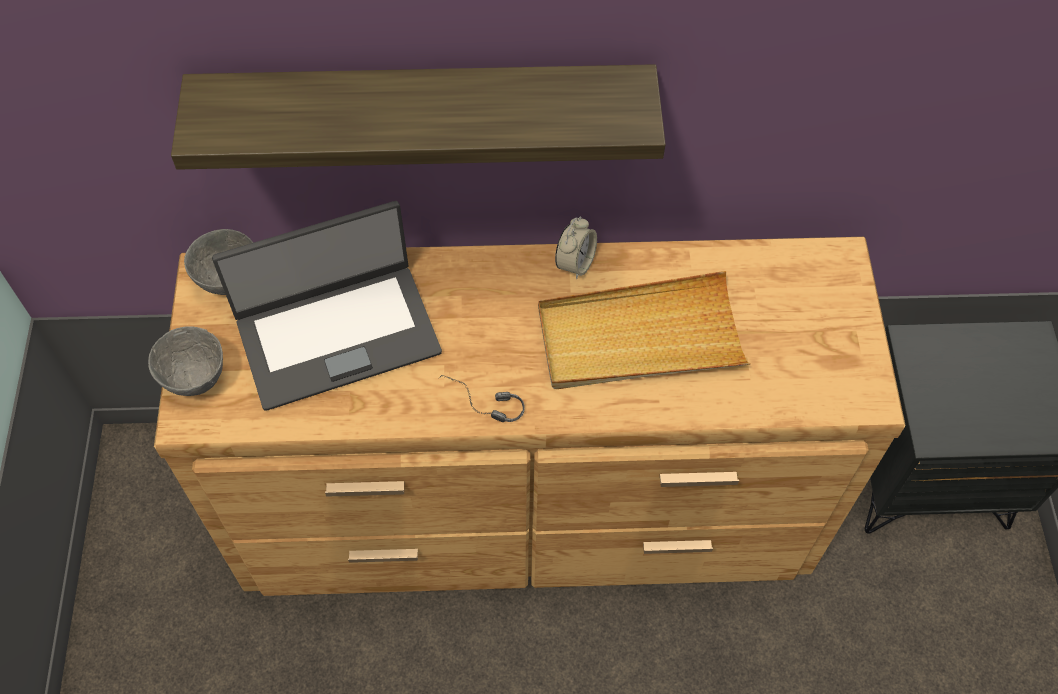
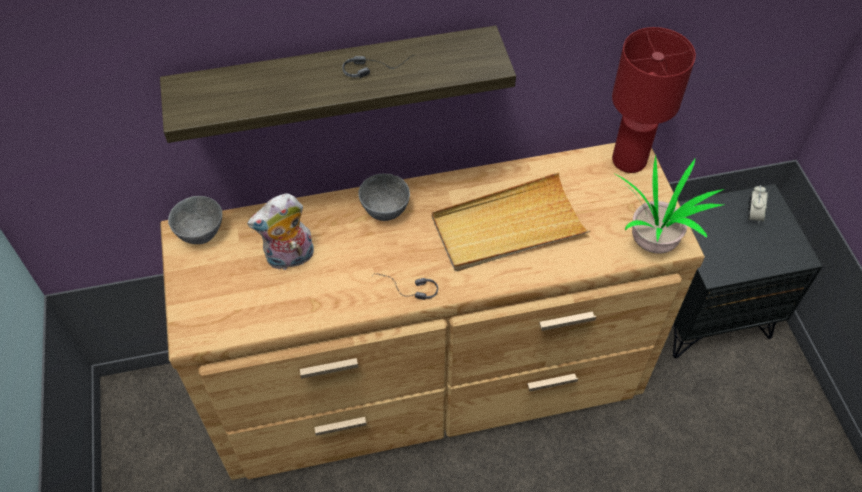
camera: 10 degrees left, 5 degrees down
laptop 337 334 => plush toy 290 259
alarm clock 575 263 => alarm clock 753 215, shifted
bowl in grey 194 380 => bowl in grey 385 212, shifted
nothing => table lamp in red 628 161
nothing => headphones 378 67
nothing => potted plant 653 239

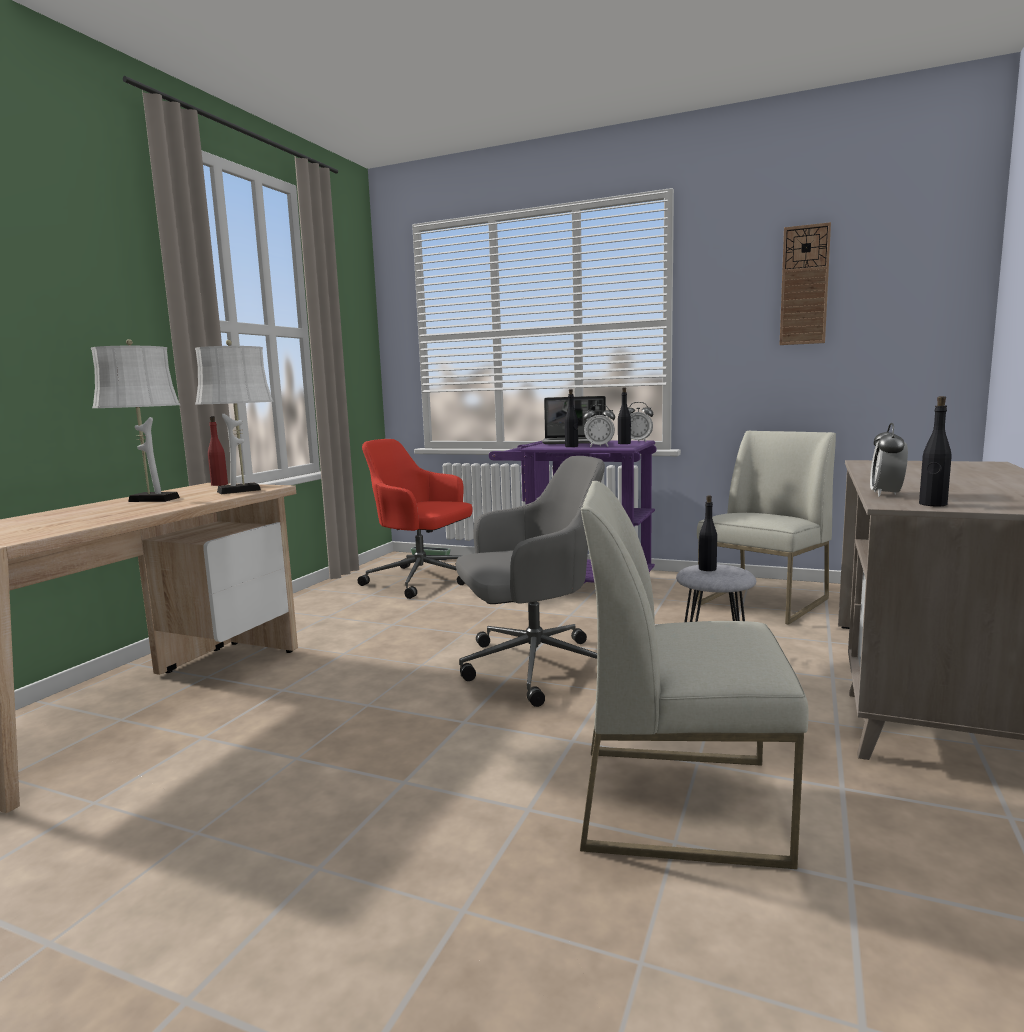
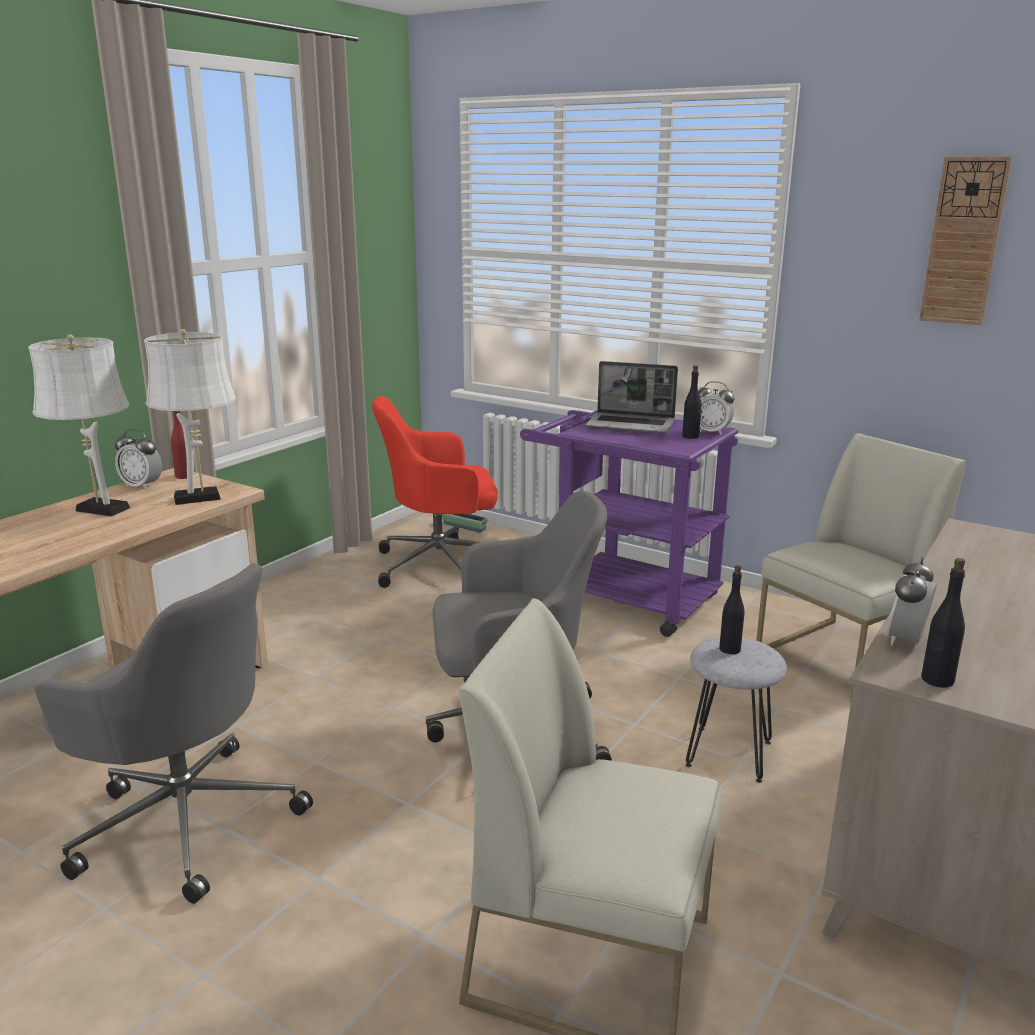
camera: 10 degrees right, 10 degrees up
bottle in black 571 446 => nothing
alarm clock 599 446 => alarm clock 142 486, shifted
office chair in red 422 580 => office chair in red 440 565, 45 degrees counterclockwise
nothing => office chair in grey 185 819

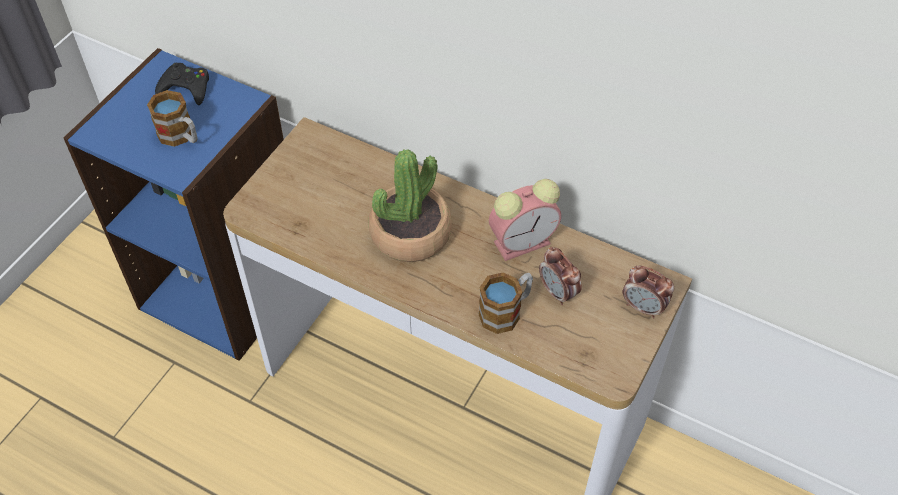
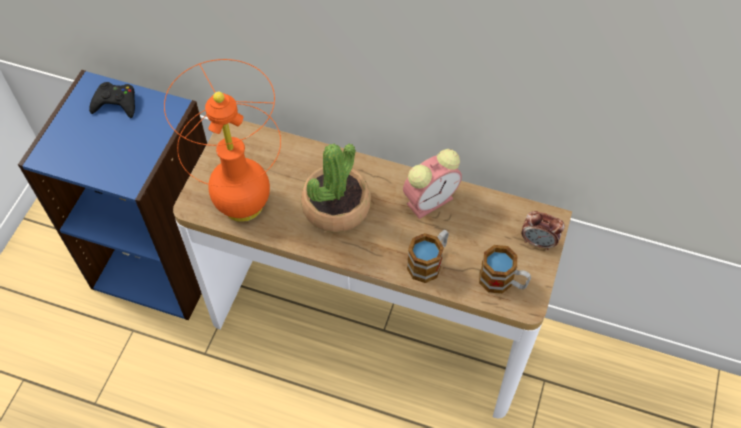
camera: 10 degrees left, 5 degrees up
mug 181 136 => mug 502 282, shifted
alarm clock 558 292 => nothing
nothing => table lamp in orange 242 204

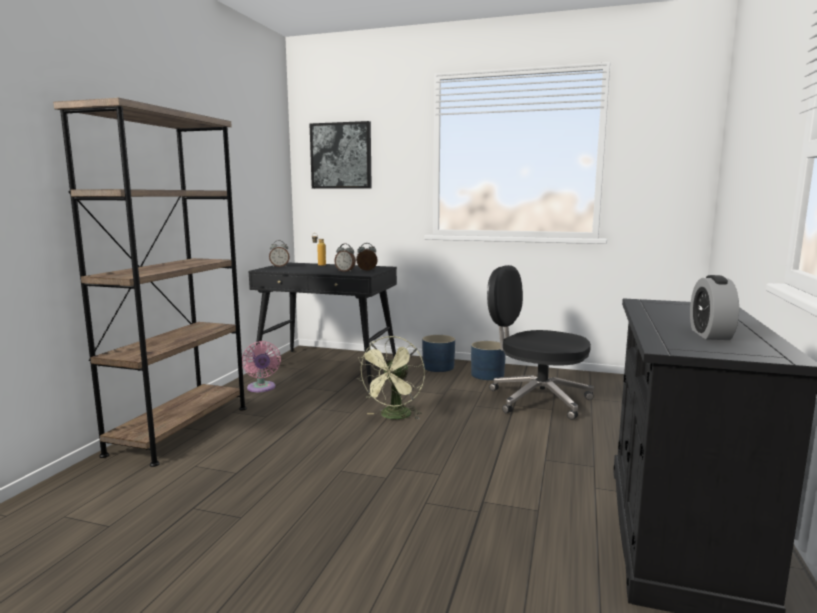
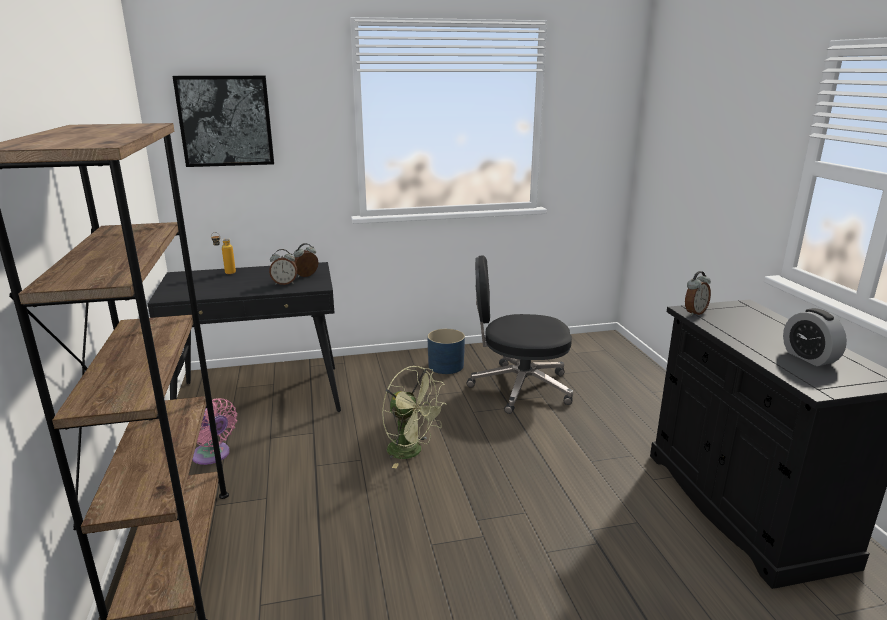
camera: 30 degrees left, 10 degrees up
alarm clock 279 266 => alarm clock 694 313, shifted
planter in blue 438 367 => nothing
fan in green 394 417 => fan in green 411 452, 45 degrees counterclockwise

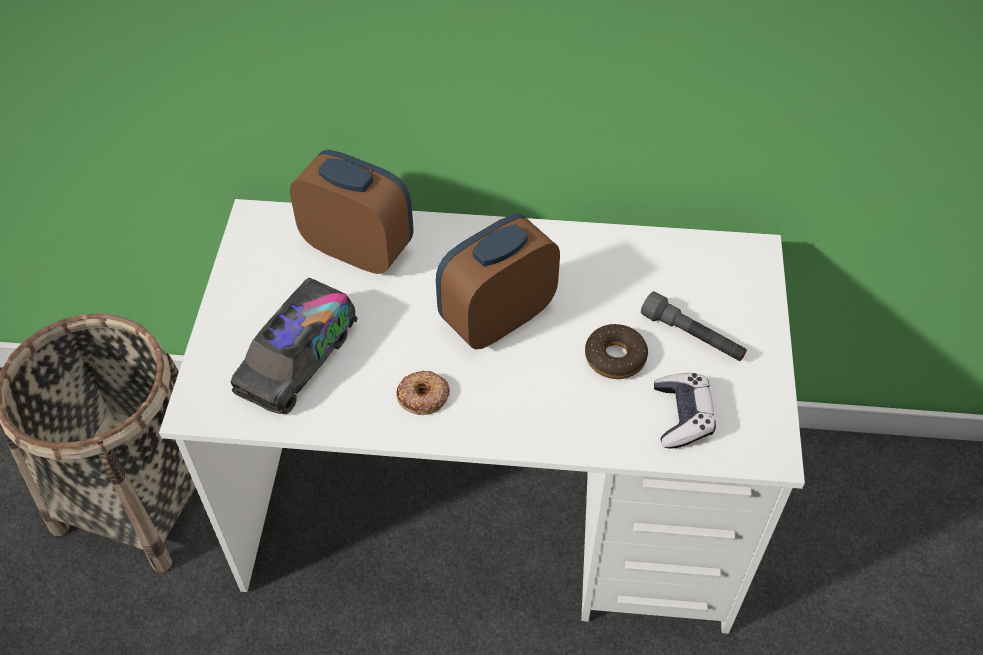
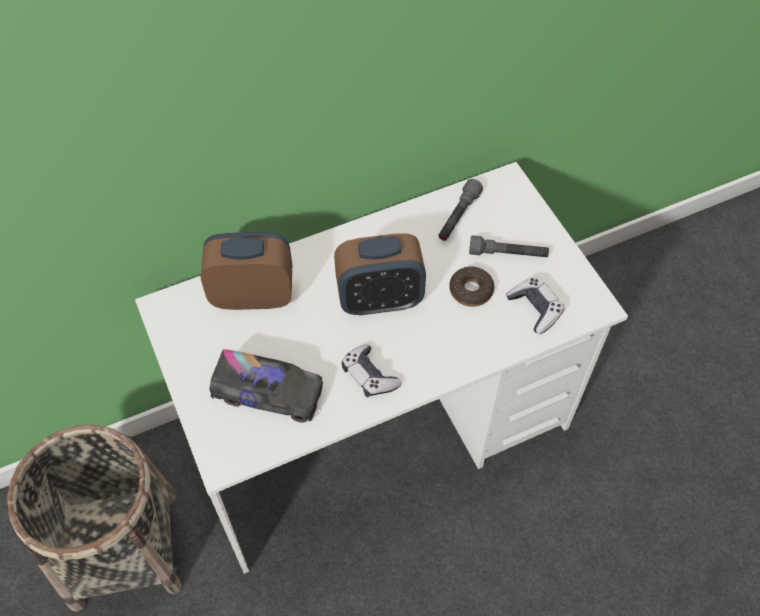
camera: 30 degrees left, 5 degrees up
alarm clock 497 318 => alarm clock 380 300, 120 degrees counterclockwise
toy truck 298 361 => toy truck 268 394, 75 degrees counterclockwise
donut 423 396 => game controller 369 376
nothing => flashlight in grey 458 216

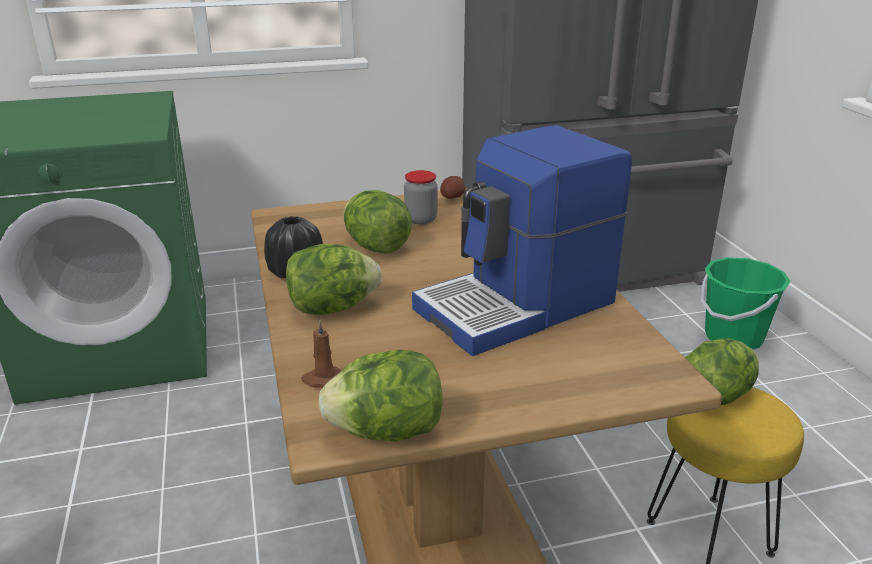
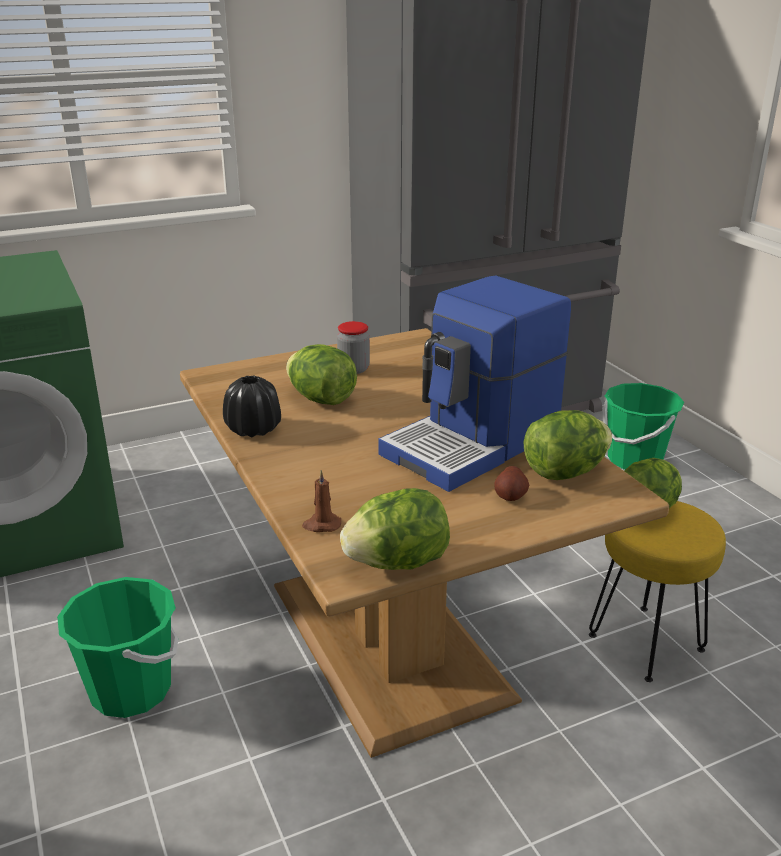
camera: 10 degrees left, 0 degrees up
potato 453 197 => potato 510 496, shifted
lettuce 332 308 => lettuce 564 472, shifted
nothing => bucket in green 131 690

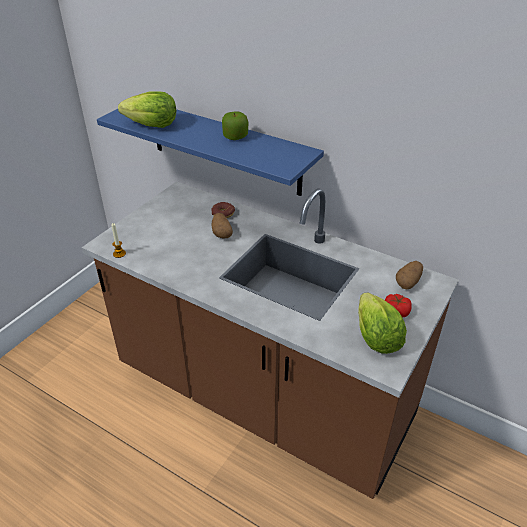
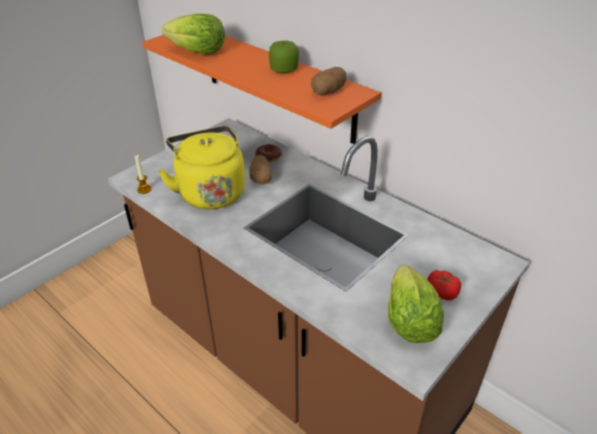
camera: 10 degrees right, 0 degrees up
shelf in blue 224 147 => shelf in orange 277 82
potato 408 282 => potato 328 92, shifted
nothing => kettle in yellow 210 192

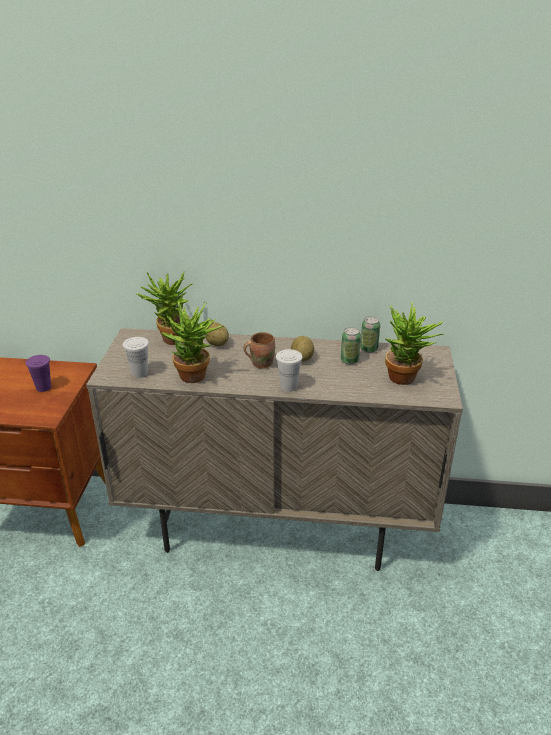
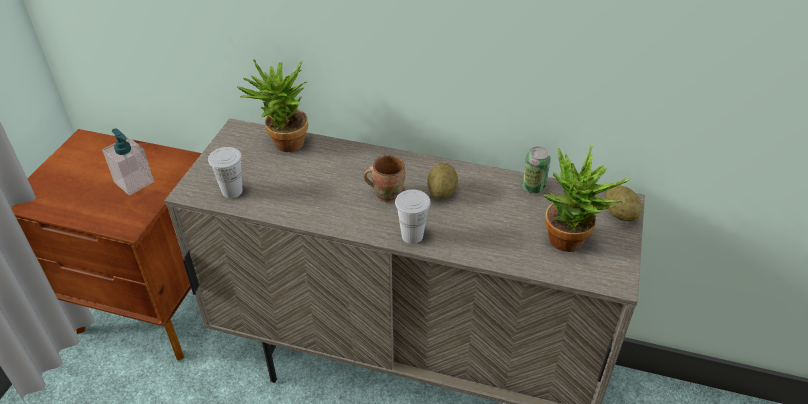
camera: 10 degrees right, 10 degrees up
potted plant 195 379 => nothing
potato 217 343 => potato 620 214, shifted
can 349 360 => nothing
cup in purple 43 387 => soap dispenser 134 182

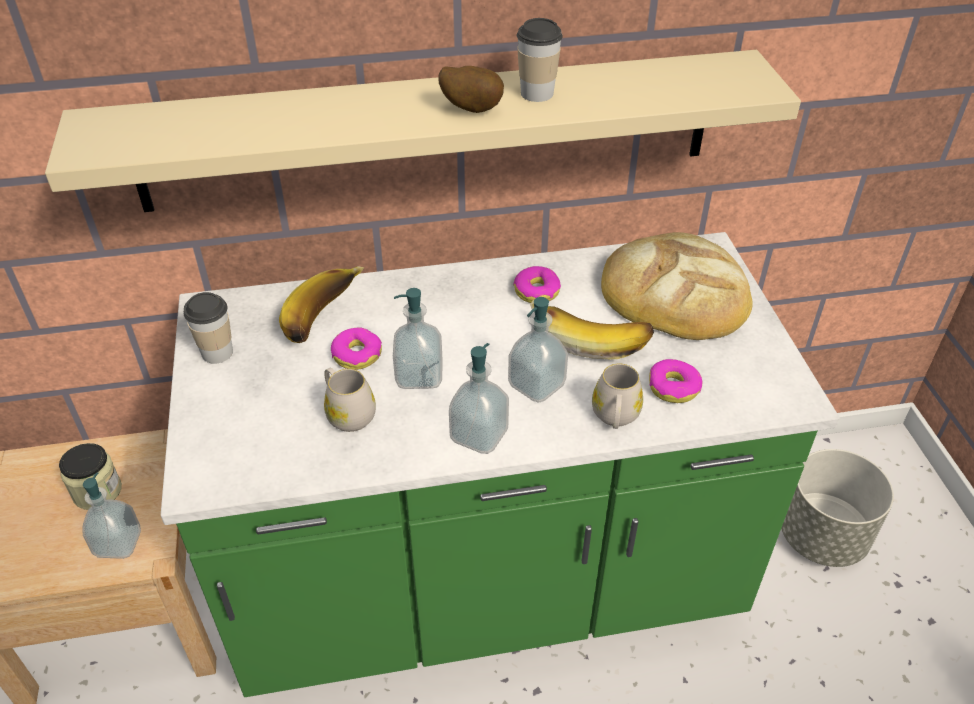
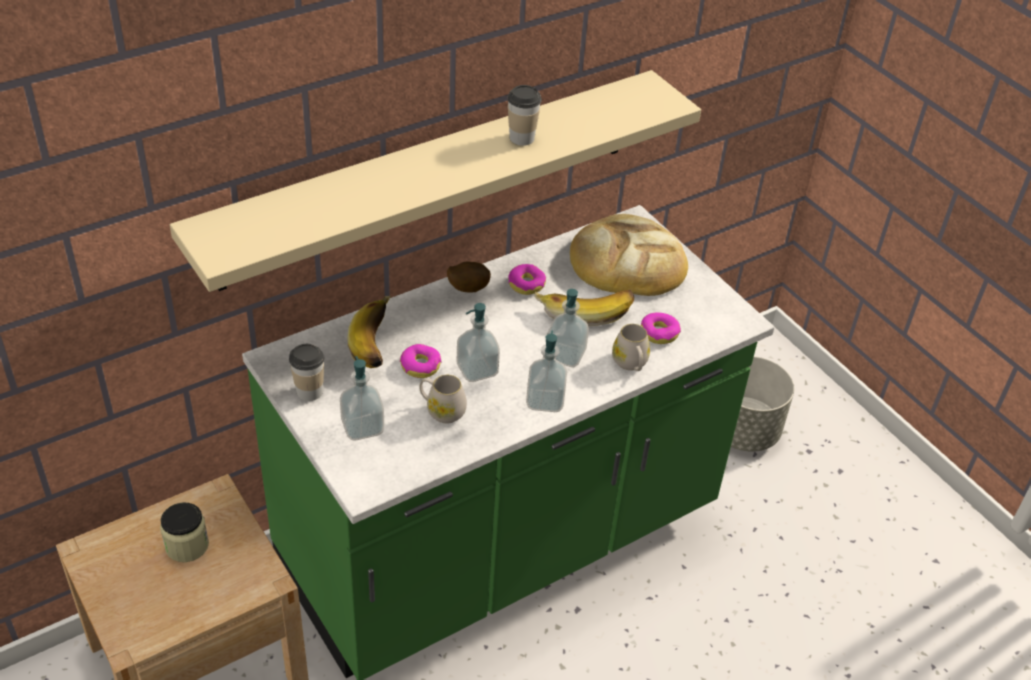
camera: 25 degrees left, 0 degrees up
potato 472 109 => potato 467 288, shifted
soap dispenser 118 543 => soap dispenser 362 427, shifted

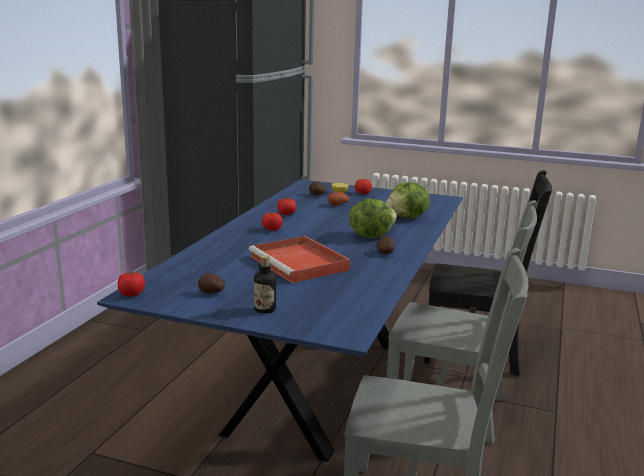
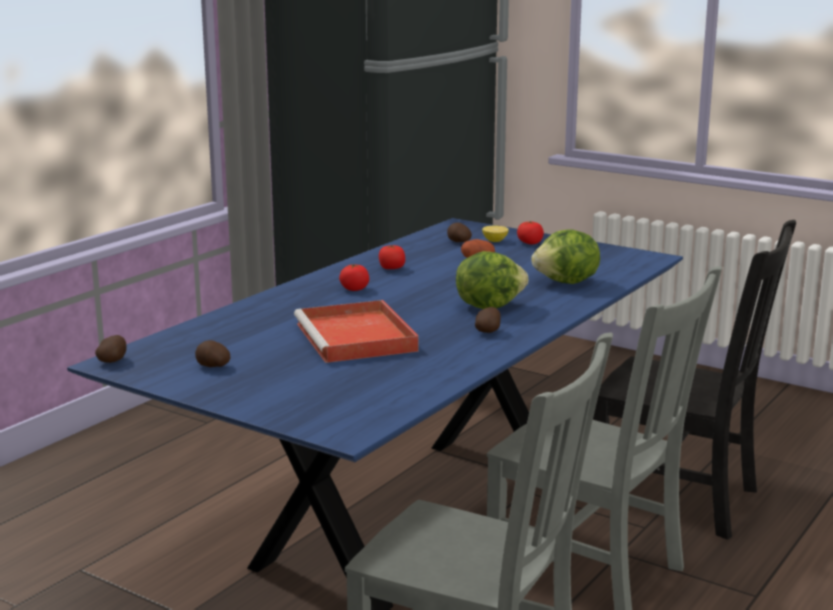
camera: 15 degrees right, 0 degrees up
bottle 265 309 => nothing
tomato 131 294 => potato 113 361

